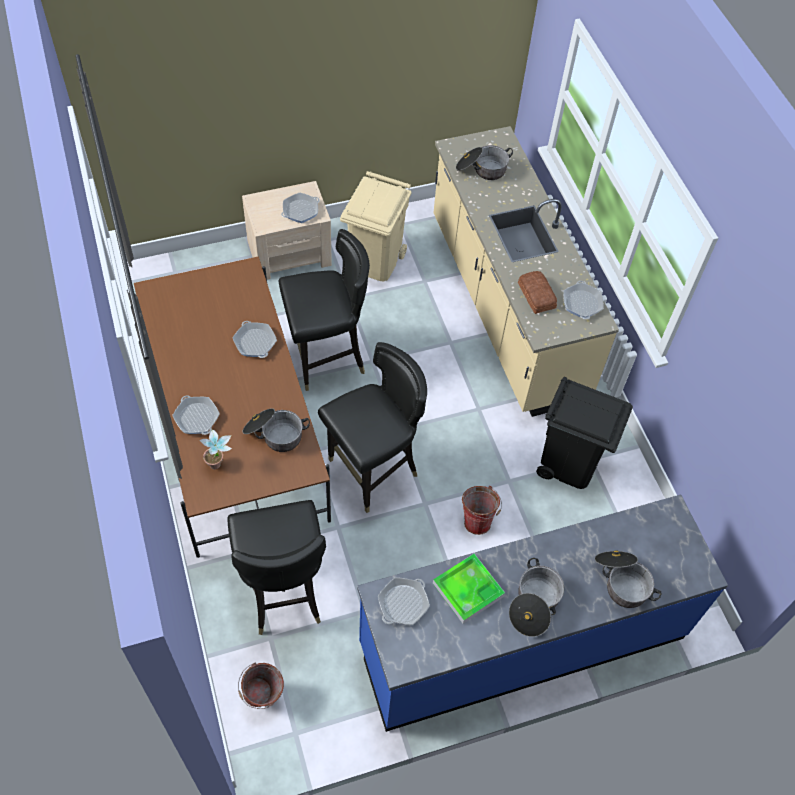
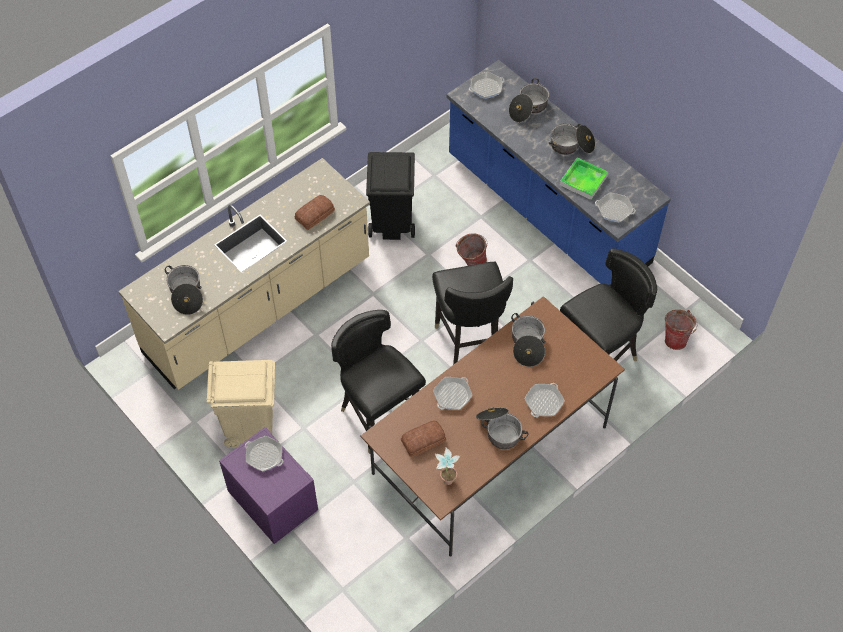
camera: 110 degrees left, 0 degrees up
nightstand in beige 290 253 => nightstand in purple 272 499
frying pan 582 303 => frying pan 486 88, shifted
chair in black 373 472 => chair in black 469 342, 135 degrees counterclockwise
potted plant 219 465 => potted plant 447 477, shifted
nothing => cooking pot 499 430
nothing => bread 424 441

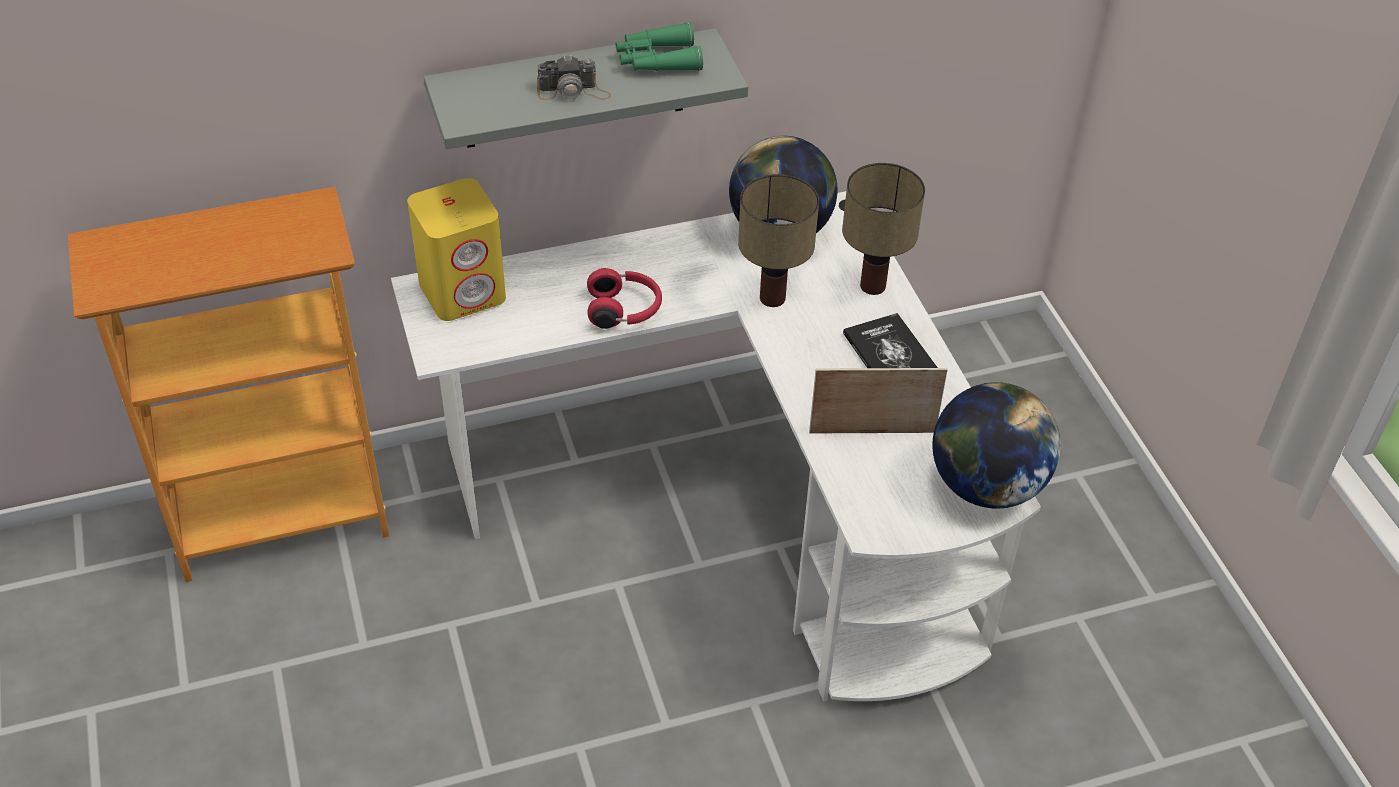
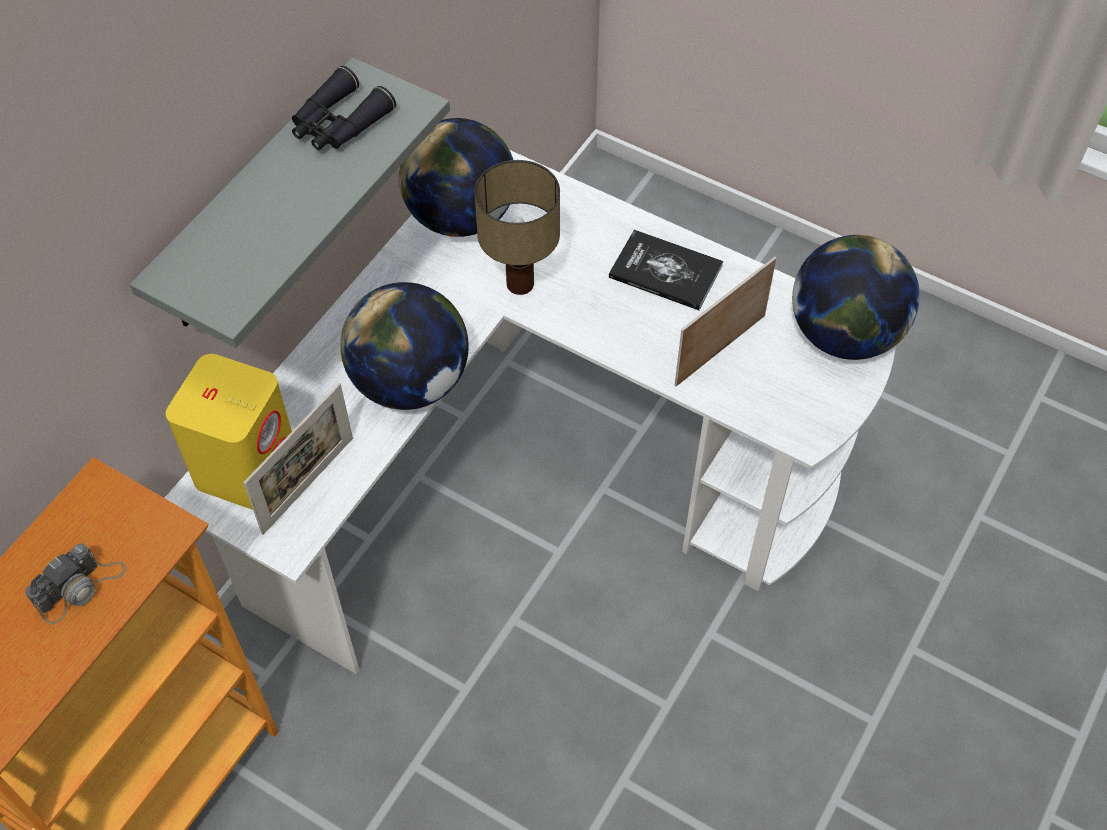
camera: 40 degrees left, 10 degrees up
binoculars in green 657 60 => binoculars in black 339 124
photo camera 573 91 => photo camera 80 587, shifted
table lamp 874 287 => nothing
headphones in red 624 310 => globe 410 382
nothing => picture frame 308 485

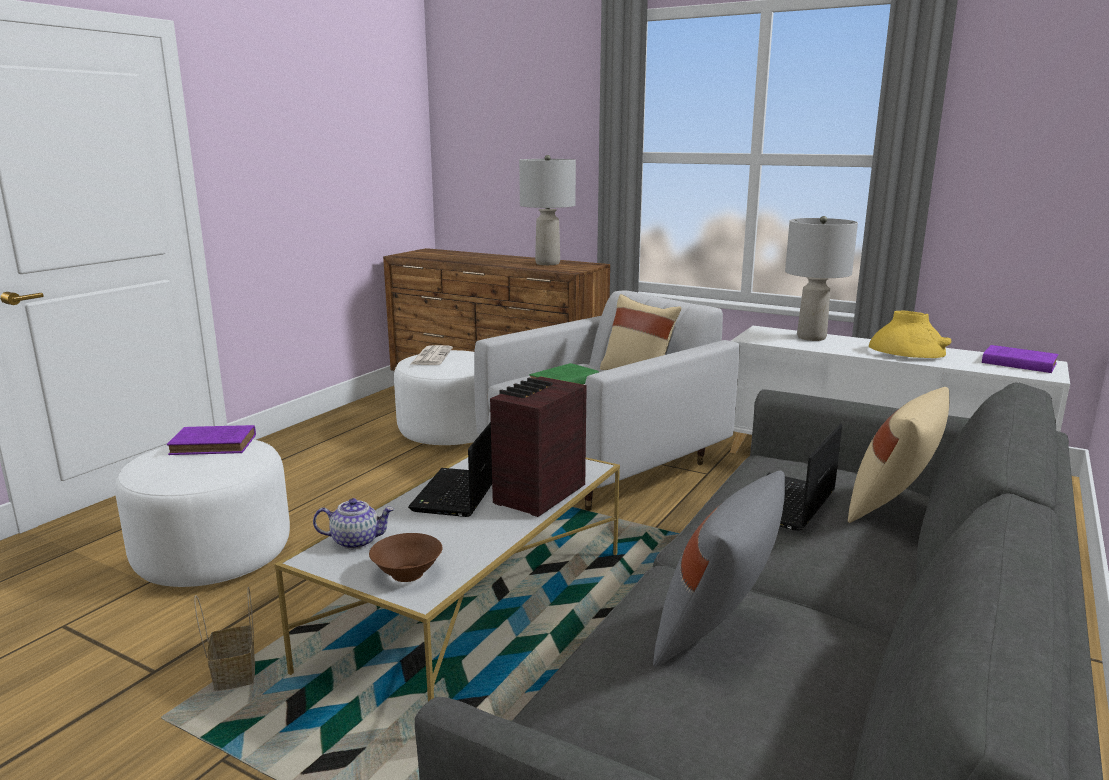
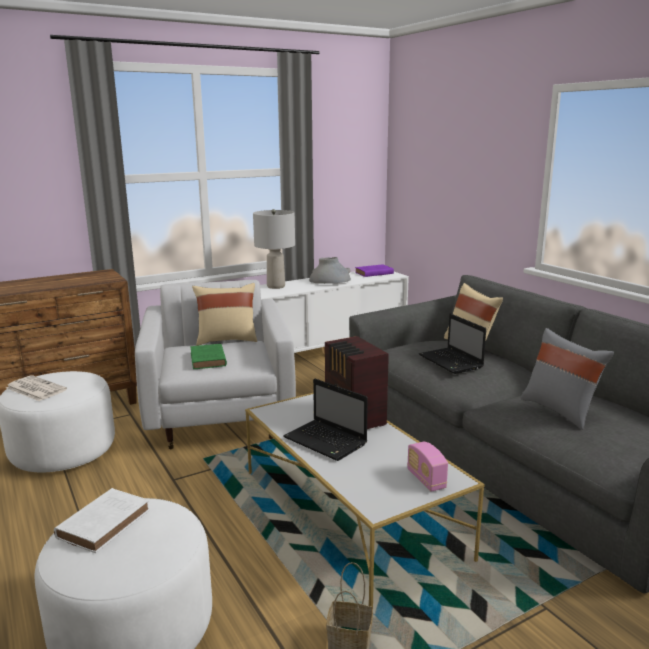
camera: 60 degrees left, 0 degrees up
table lamp in grey 547 263 => nothing
vase in yellow 906 352 => vase in grey 329 281
book in purple 216 445 => book in white 106 522
teapot 356 541 => nothing
bowl in brown 407 574 => radio 426 479

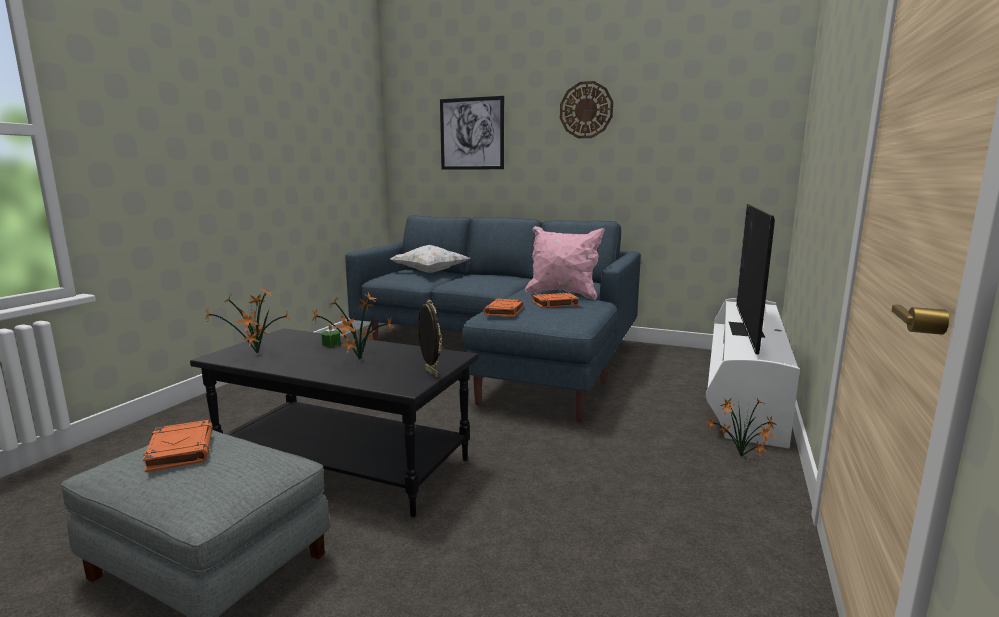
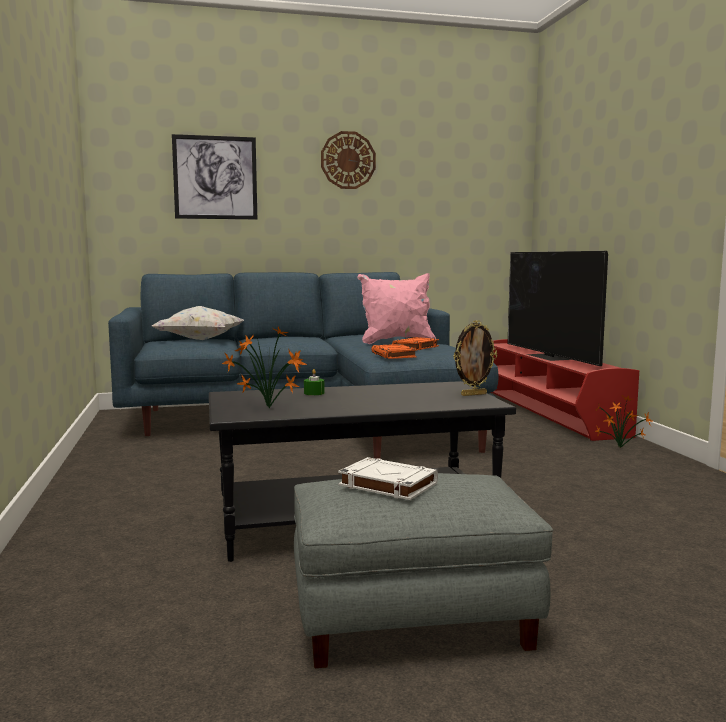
camera: 35 degrees left, 5 degrees down
potted plant 358 361 => nothing
tv stand in white 741 389 => tv stand in red 545 412
picture frame 430 373 => picture frame 473 394, 135 degrees clockwise
book in orange 180 450 => book in white 386 484

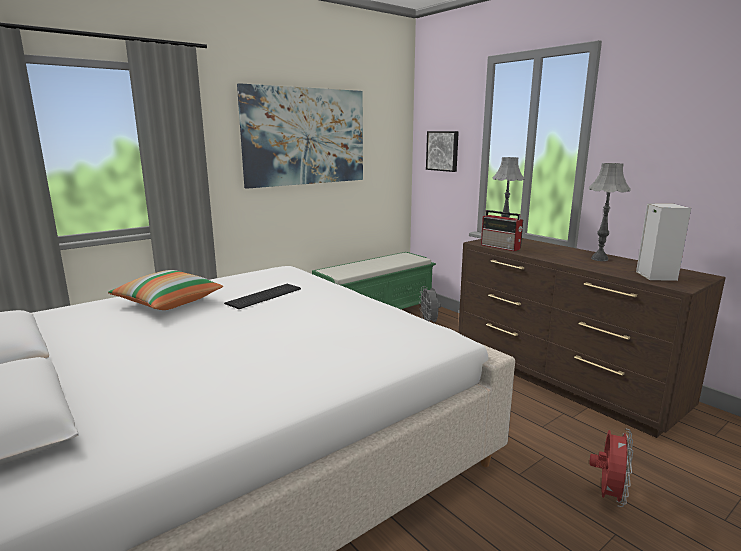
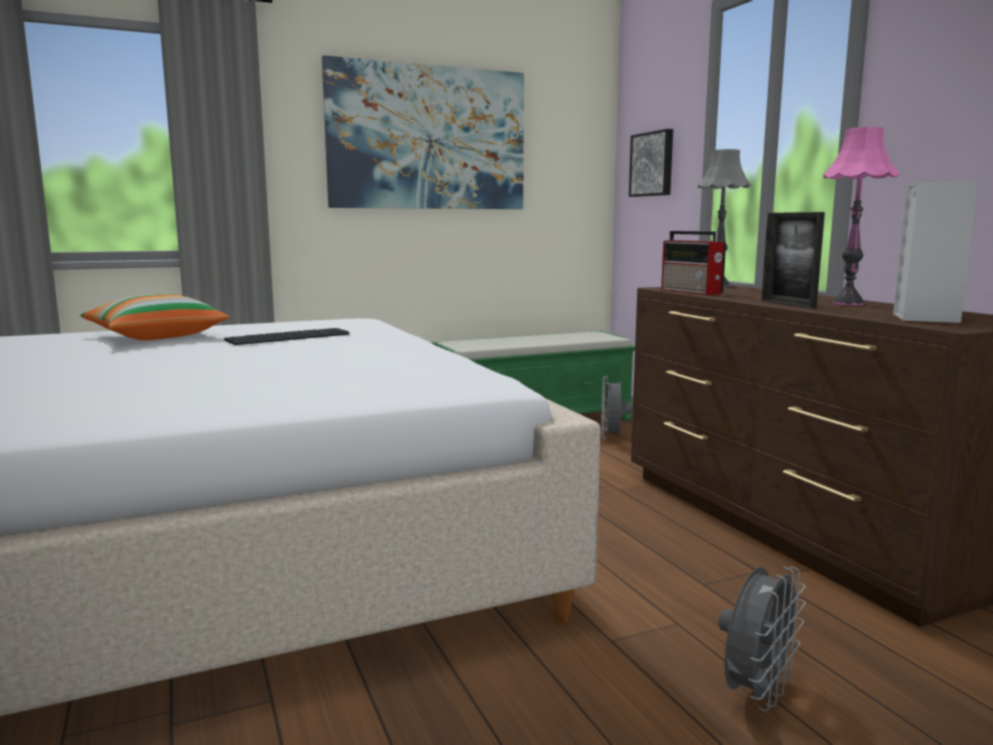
camera: 15 degrees right, 5 degrees down
table lamp in grey 599 259 => table lamp in pink 848 304
fan in red 608 495 => fan in grey 756 694
nothing => picture frame 787 304

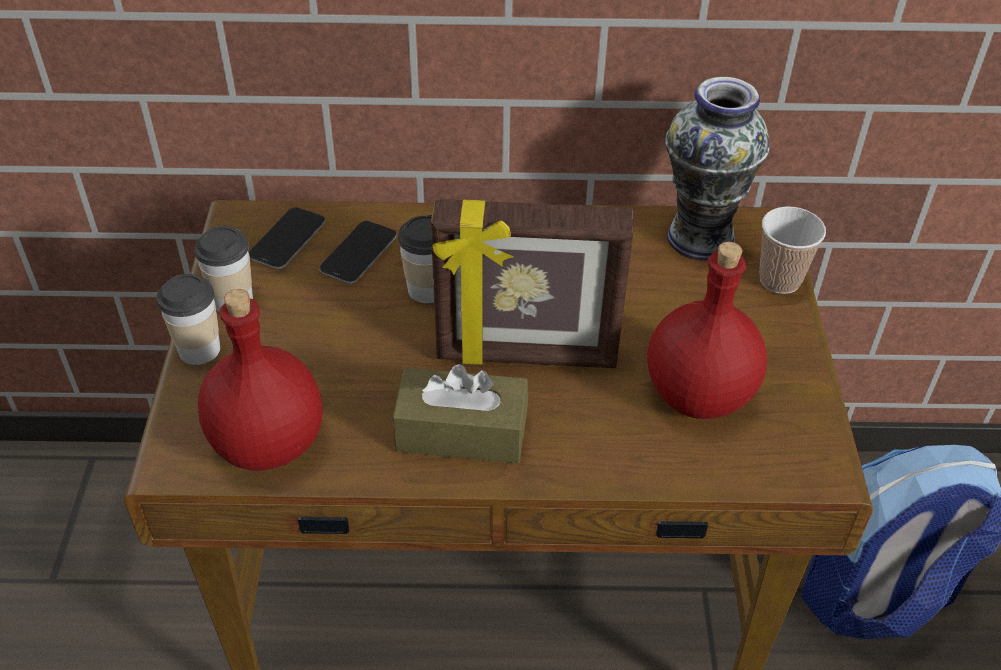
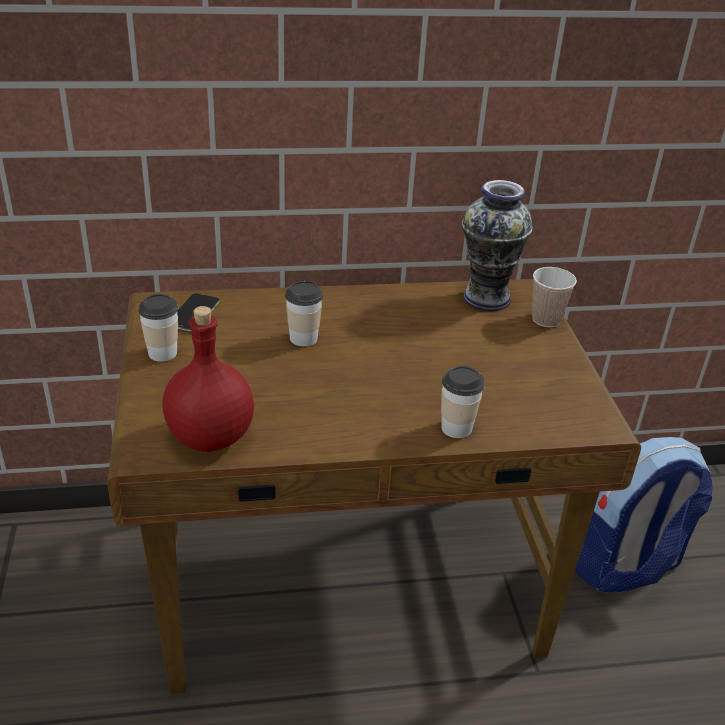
camera: 10 degrees left, 10 degrees down
picture frame 526 356 => nothing
phone 358 253 => nothing
bottle in red 699 396 => nothing
cup 199 350 => cup 456 428, shifted
tissue box in brown 461 432 => nothing

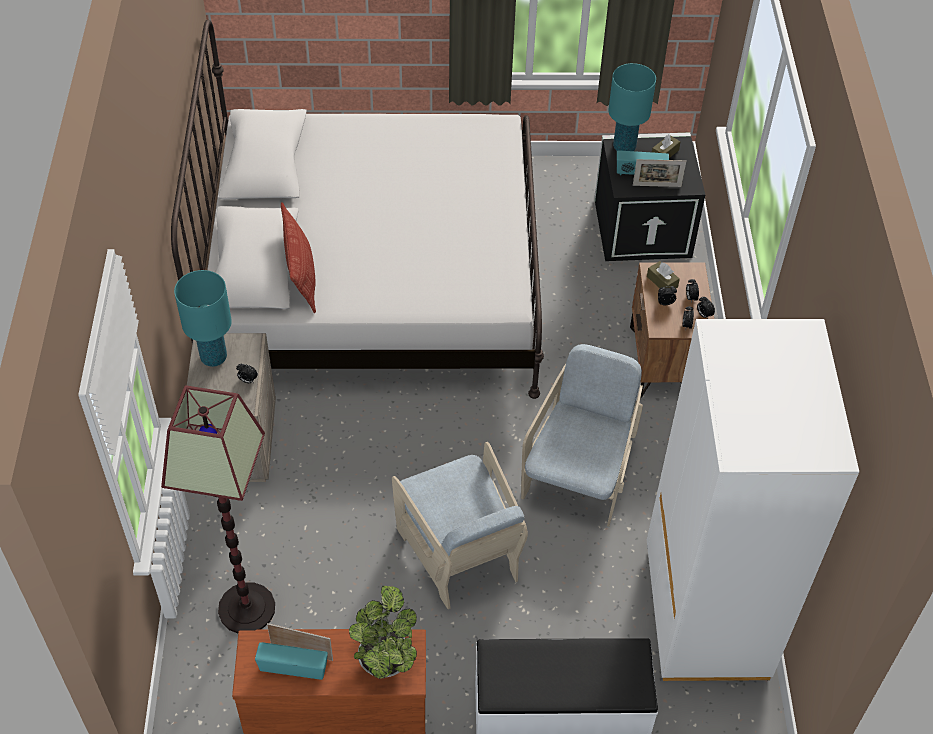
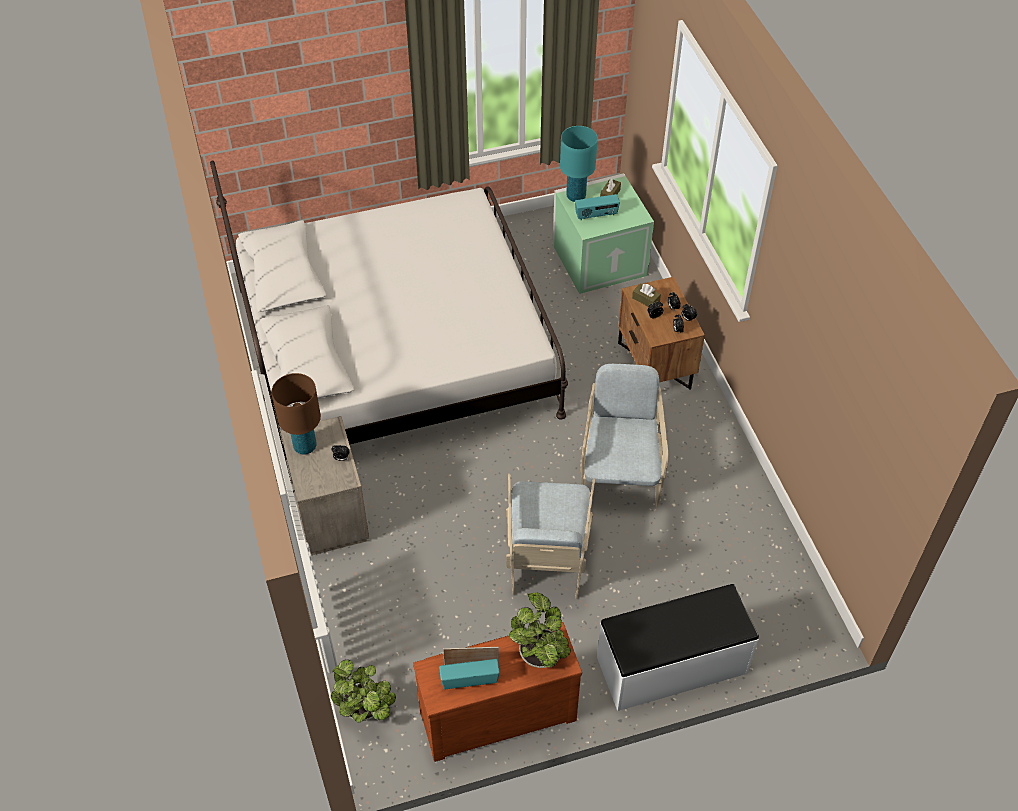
camera: 15 degrees left, 0 degrees up
storage box in black 643 226 => storage box in green 600 258
picture frame 657 186 => nothing
pillow 301 275 => nothing
table lamp in turquoise 213 357 => table lamp in brown 305 446
wardrobe in white 705 613 => nothing
floor lamp 246 609 => nothing
armchair in beige 459 552 => armchair in beige 547 557, 45 degrees clockwise
nothing => potted plant 366 710

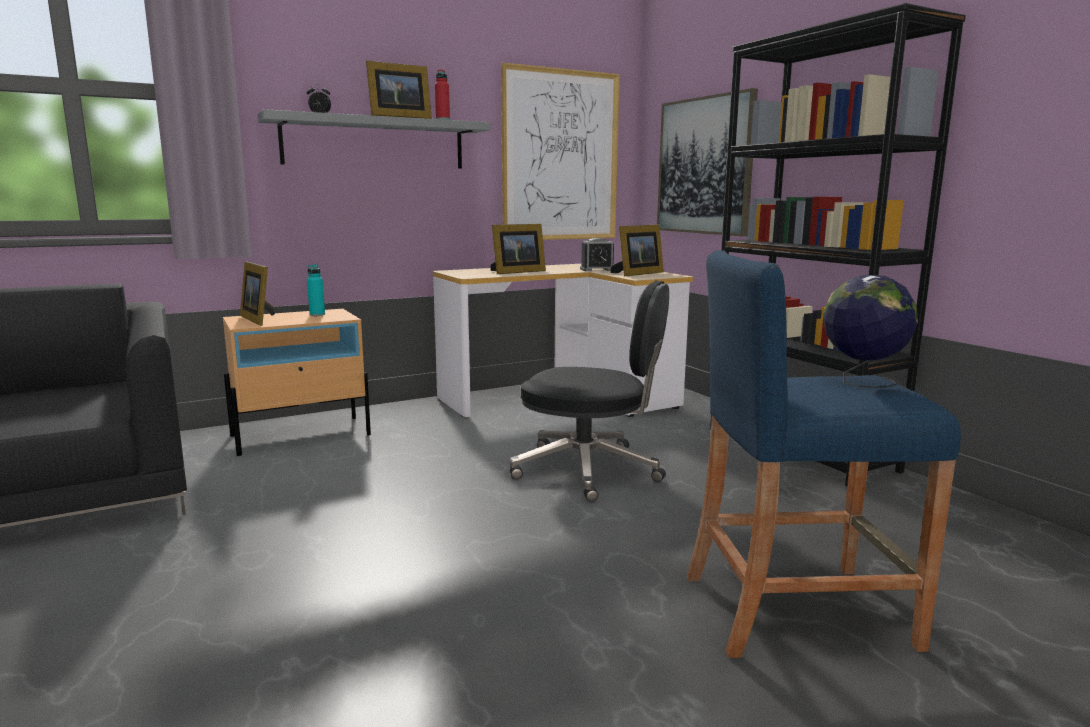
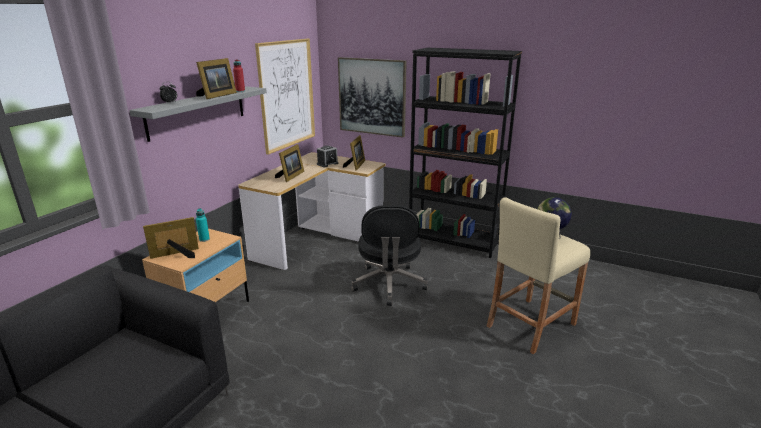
camera: 35 degrees left, 10 degrees up
stool in blue 795 609 => stool in beige 530 325
picture frame 259 319 => picture frame 177 255, 135 degrees clockwise
office chair in black 590 470 => office chair in black 389 284, 105 degrees clockwise

